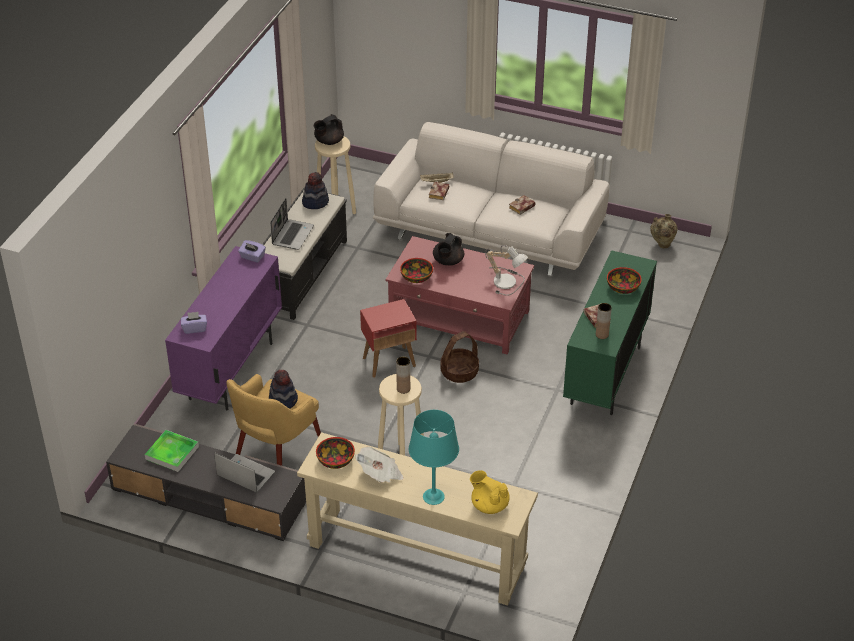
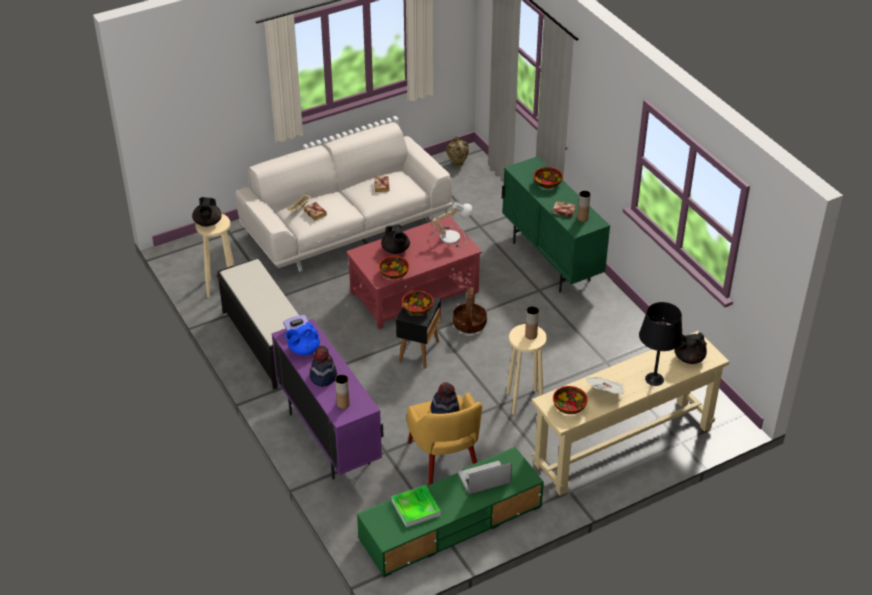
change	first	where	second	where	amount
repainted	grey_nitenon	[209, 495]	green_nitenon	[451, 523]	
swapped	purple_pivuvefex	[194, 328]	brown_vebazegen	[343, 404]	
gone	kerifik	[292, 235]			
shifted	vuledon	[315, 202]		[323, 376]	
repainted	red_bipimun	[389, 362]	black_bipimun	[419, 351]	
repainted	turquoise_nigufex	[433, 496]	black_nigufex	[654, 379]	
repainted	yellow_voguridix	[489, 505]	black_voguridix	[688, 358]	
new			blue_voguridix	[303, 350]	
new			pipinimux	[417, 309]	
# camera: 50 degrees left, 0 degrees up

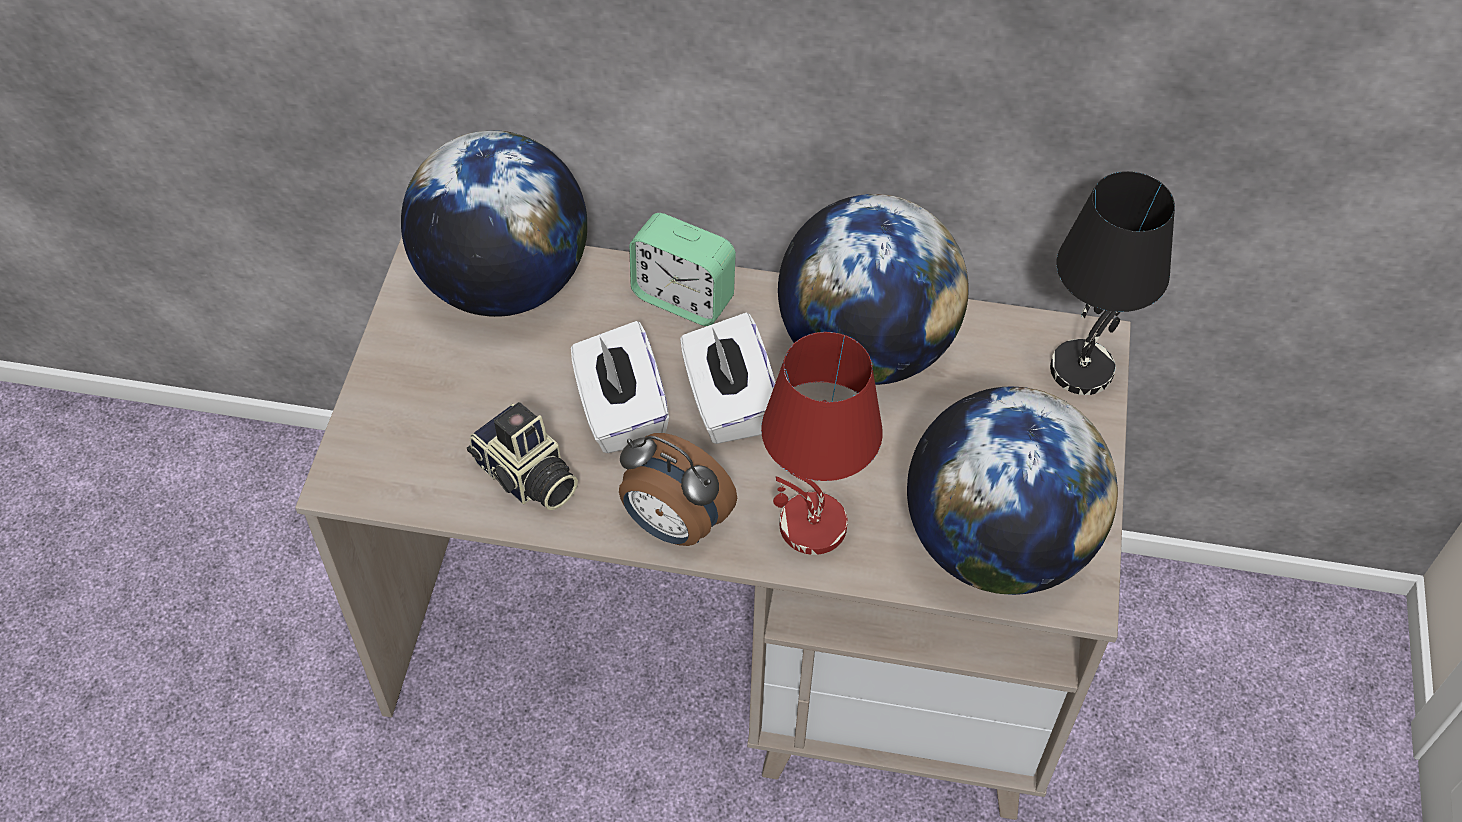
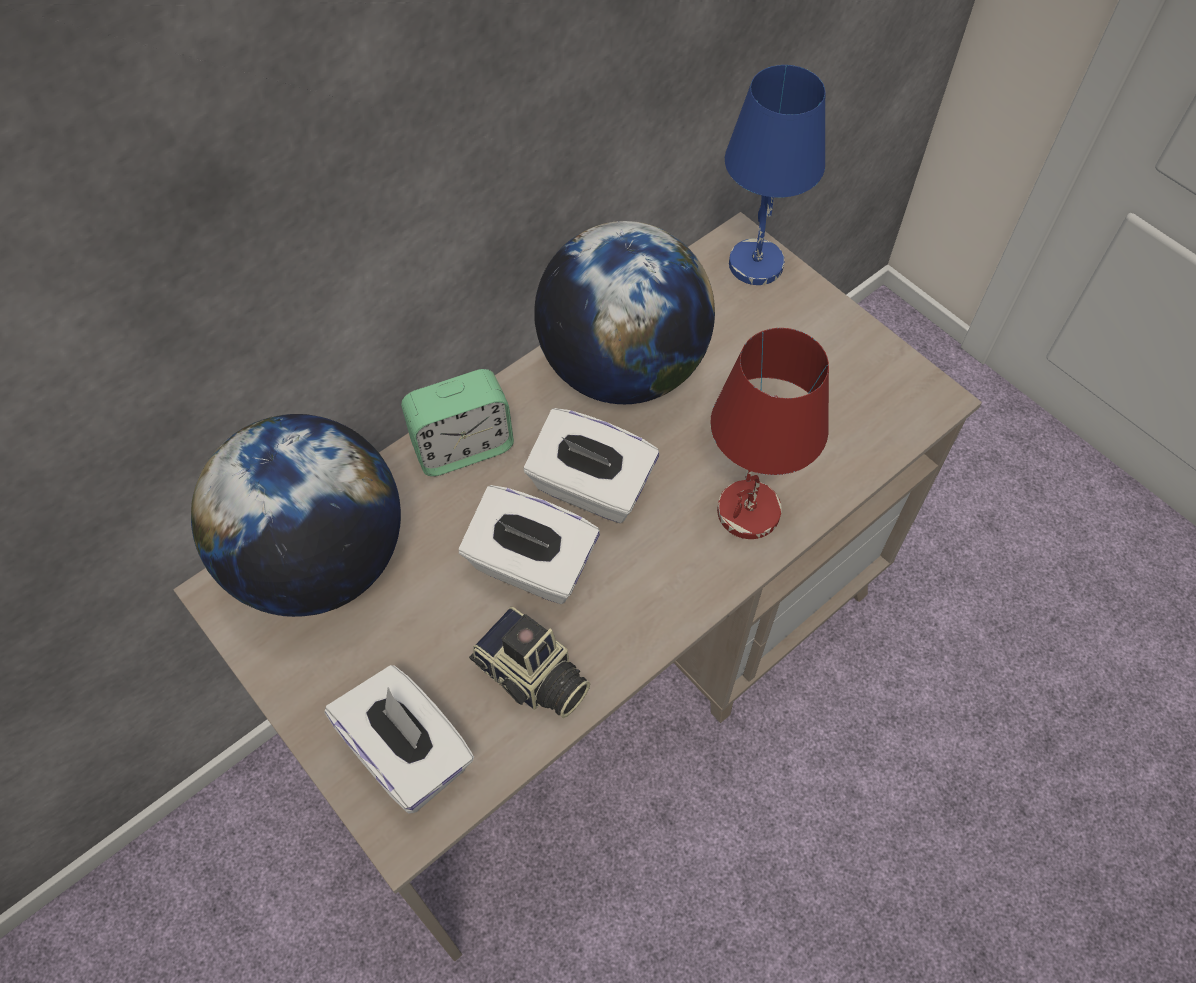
change	first	where	second	where	amount
rotated	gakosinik	[526, 478]		[532, 679]	45 degrees clockwise
gone	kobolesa	[673, 525]			
gone	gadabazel	[996, 544]			
repainted	black_nigufex	[1082, 367]	blue_nigufex	[754, 263]	
new			white_pivuvefex	[408, 752]	
# camera: 50 degrees left, 5 degrees up

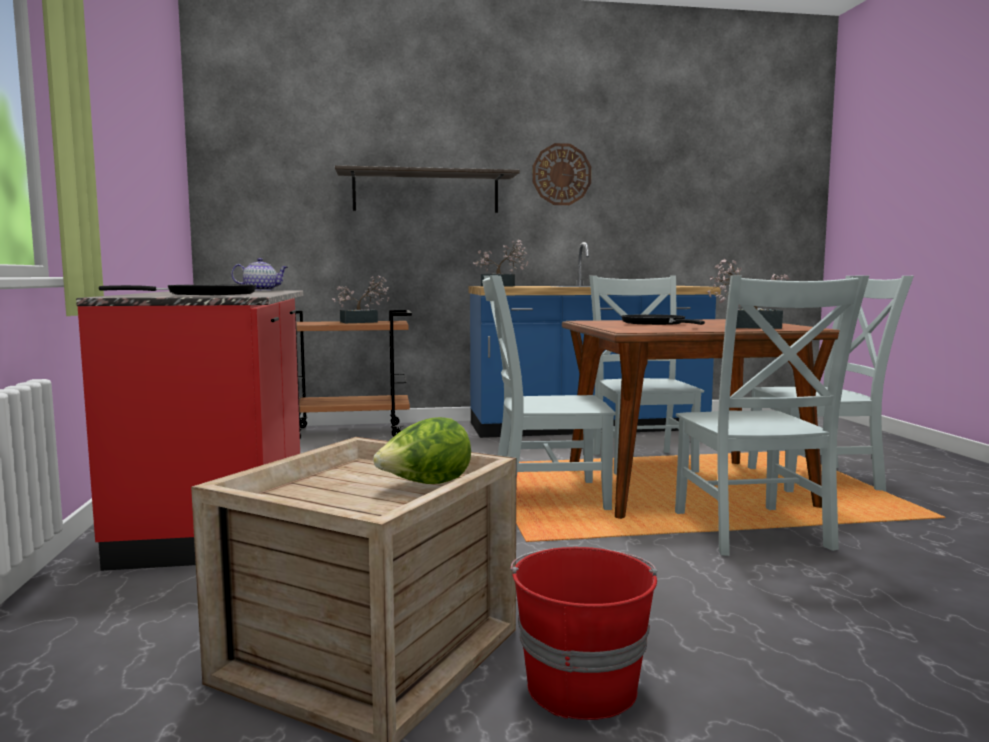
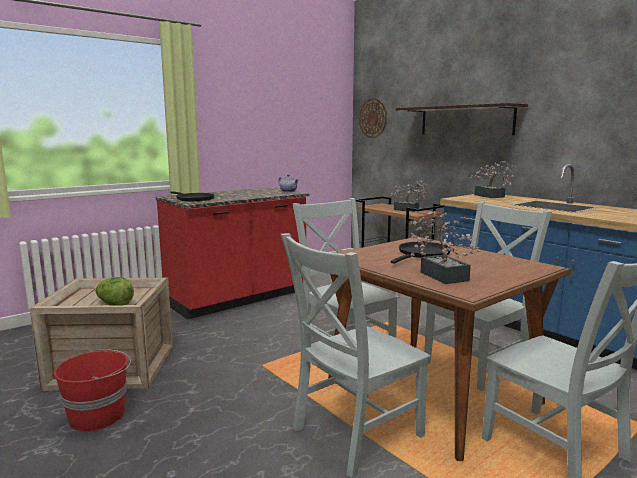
change	first	where	second	where	amount
shifted	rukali	[561, 174]		[373, 118]	
# camera: 60 degrees right, 5 degrees up

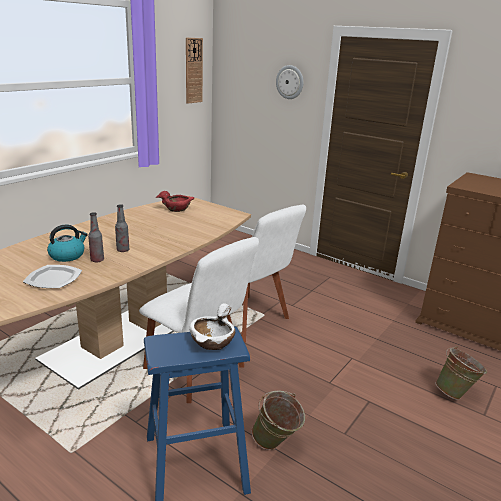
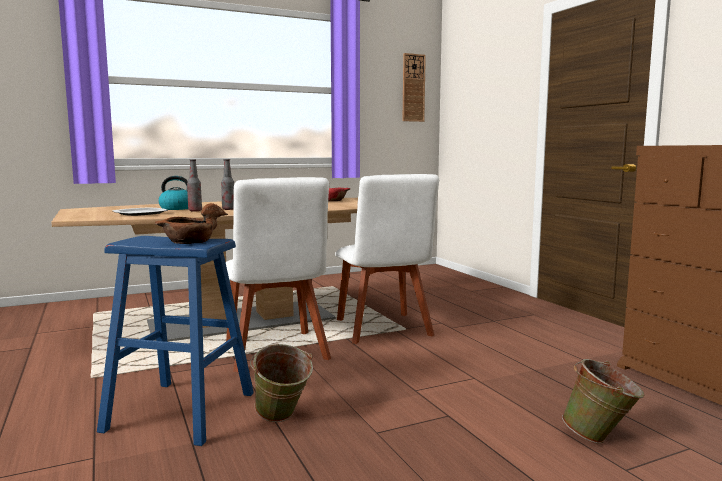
change	first	where	second	where	amount
repainted	white_pipinimux	[213, 342]	brown_pipinimux	[189, 241]	
gone	rukali	[290, 82]			
# camera: 30 degrees right, 15 degrees down

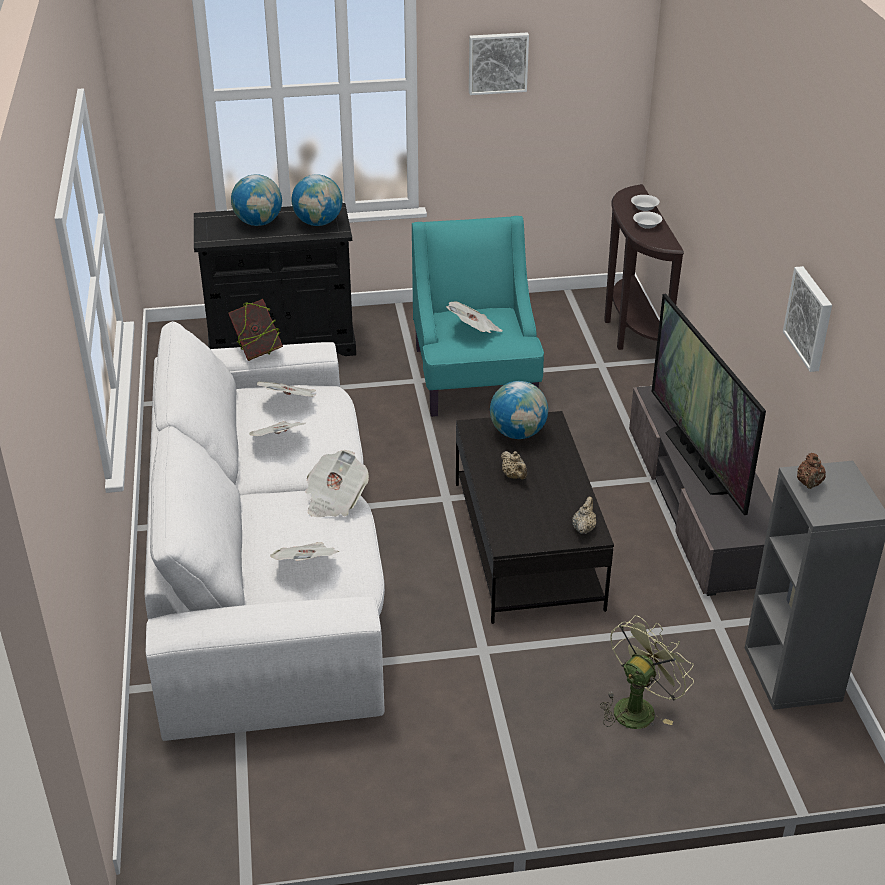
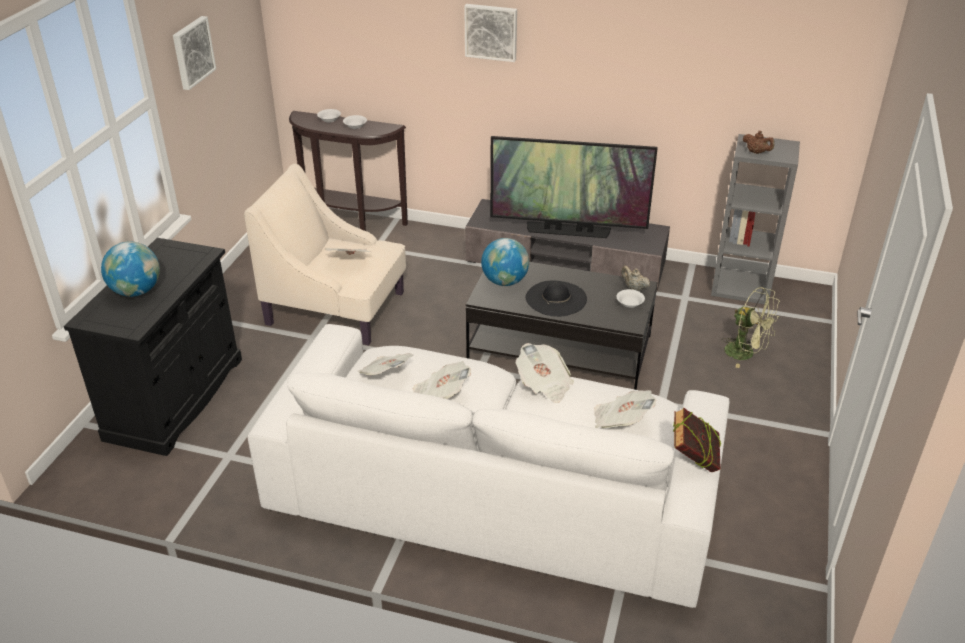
change	first	where	second	where	amount
shifted	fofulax	[257, 351]		[693, 461]	
gone	gadabazel	[318, 223]			
repainted	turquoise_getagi	[474, 378]	beige_getagi	[337, 308]	
swapped	beige_voguridix	[514, 476]	black_vuledon	[556, 298]	
rotated	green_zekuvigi	[638, 707]		[746, 353]	150 degrees clockwise
shifted	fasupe	[811, 318]		[491, 32]	
new			white_pipinimux	[630, 303]	
# camera: 65 degrees left, 0 degrees up

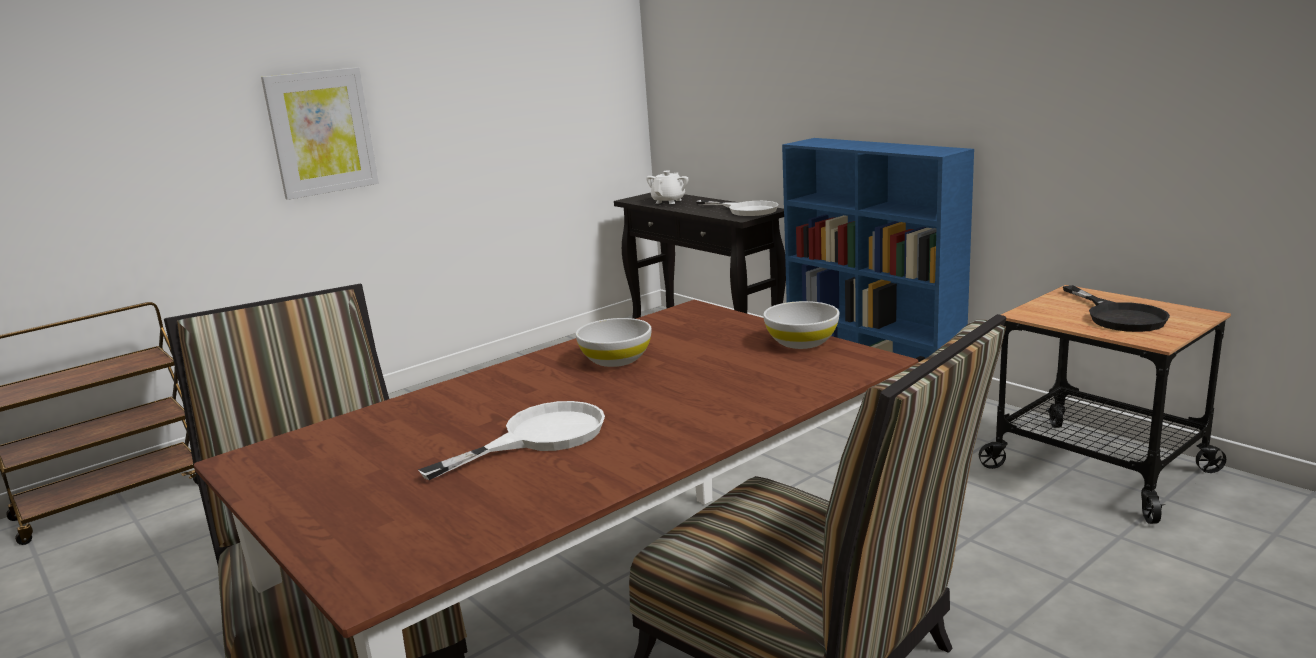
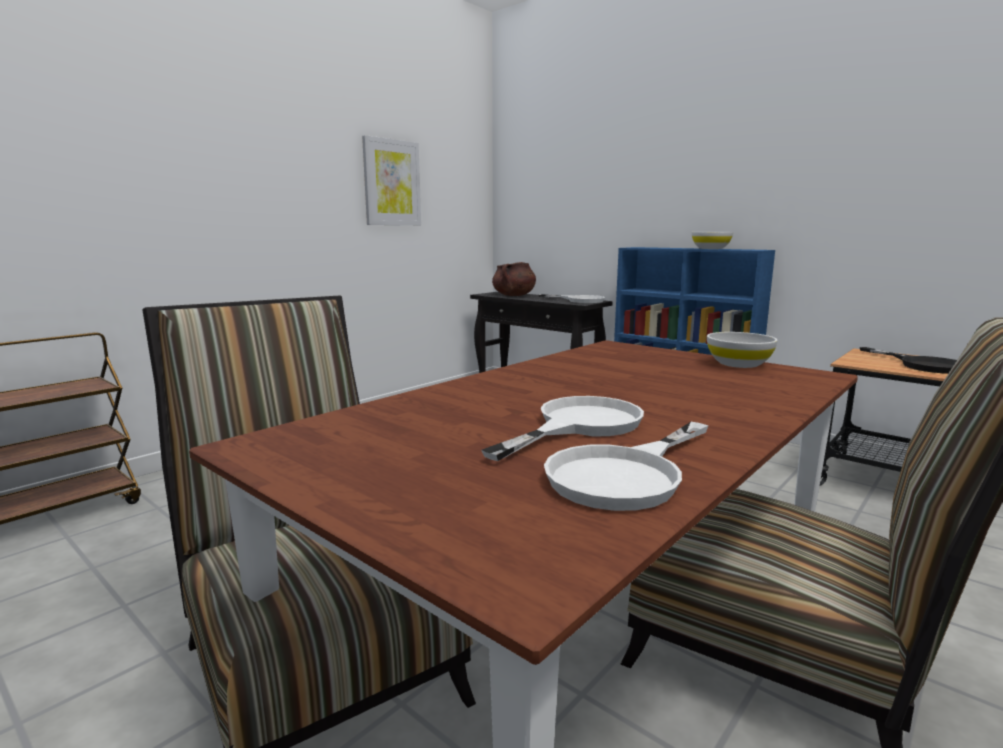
change	first	where	second	where	amount
shifted	fasupe	[321, 132]		[392, 183]	
shifted	white_pipinimux	[615, 360]		[710, 248]	
swapped	white_voguridix	[668, 201]	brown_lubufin	[514, 295]	
new			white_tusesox	[626, 474]	
# camera: 10 degrees left, 5 degrees down

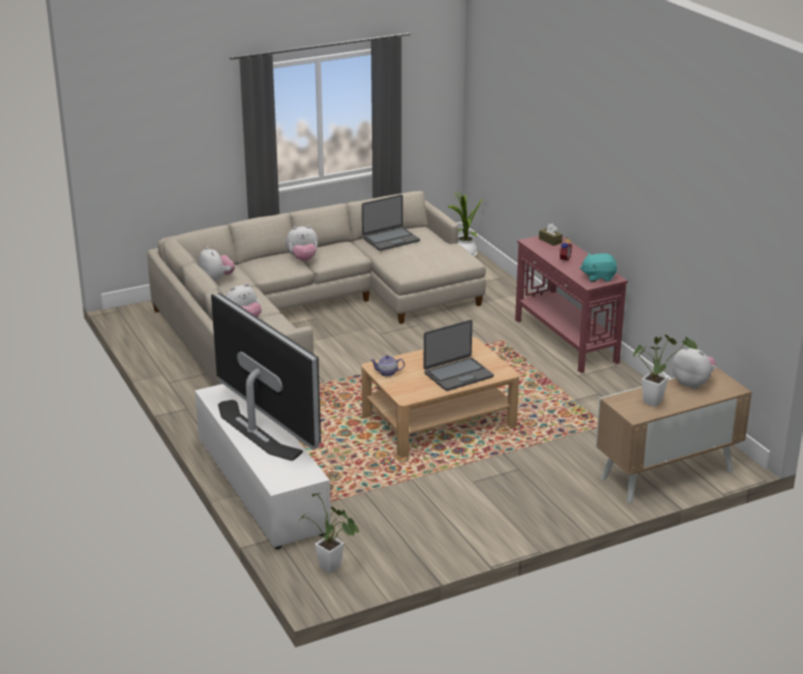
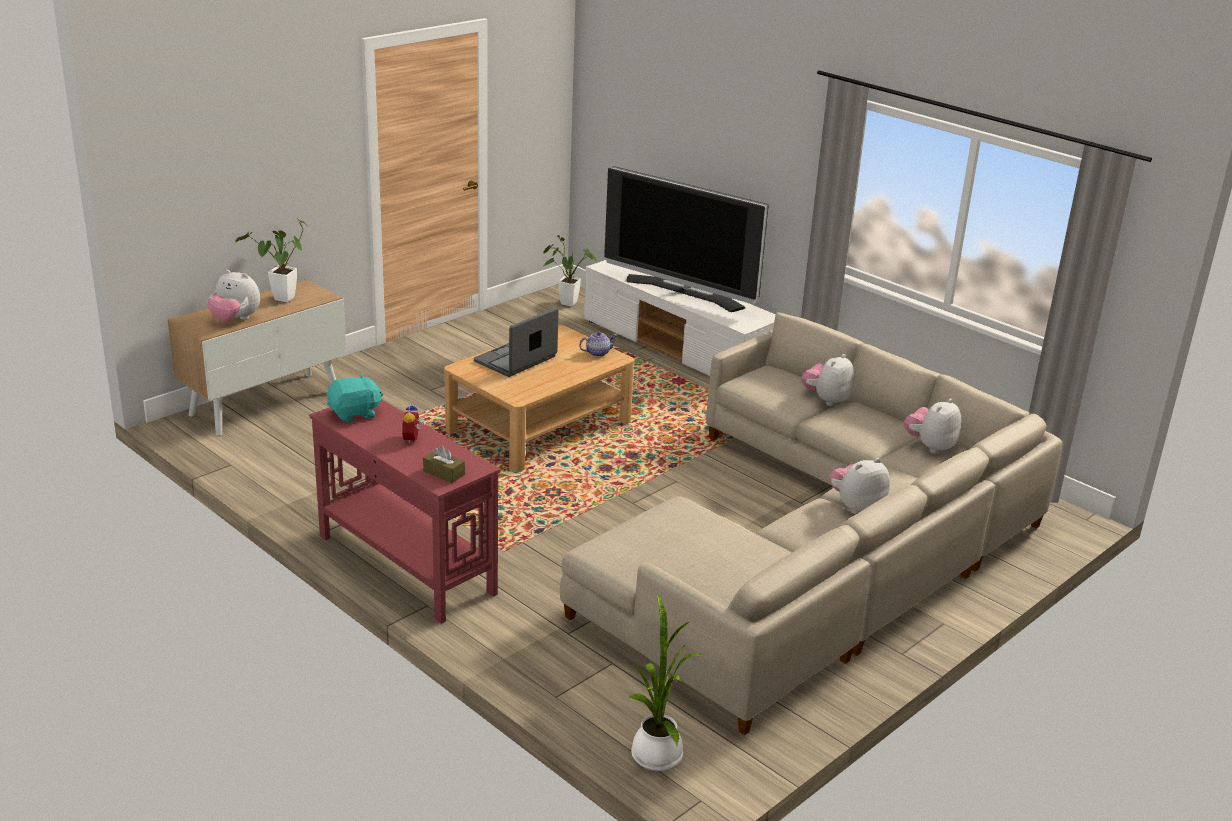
change	first	where	second	where	amount
rotated	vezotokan	[216, 280]		[930, 446]	90 degrees clockwise
gone	kerifik	[390, 239]			
# camera: 160 degrees right, 0 degrees up

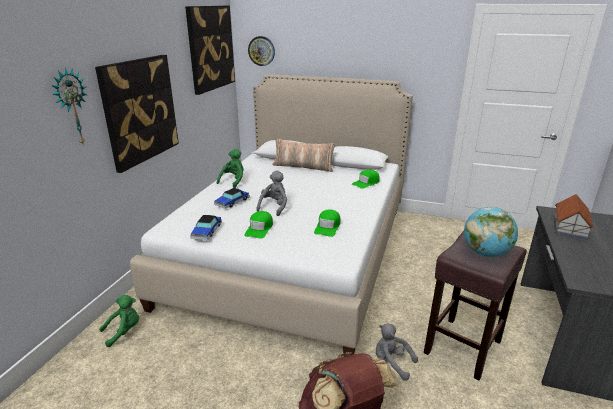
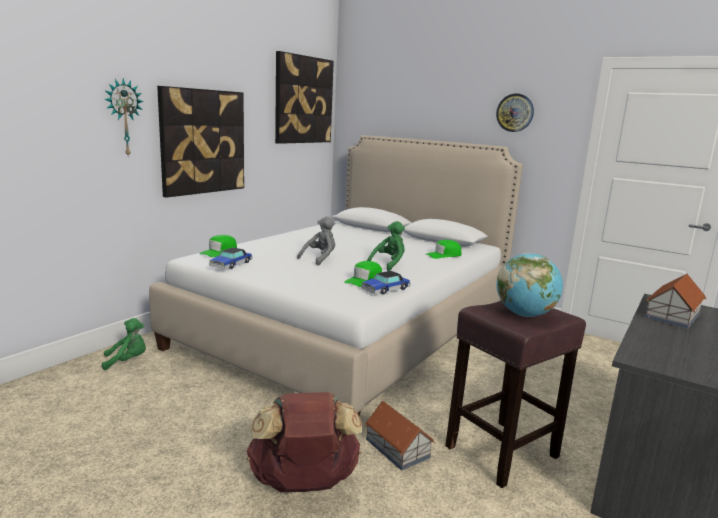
change	first	where	second	where	amount
shifted	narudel	[232, 202]		[385, 289]	
shifted	green_vezotokan	[233, 181]		[389, 264]	
shifted	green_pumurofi	[259, 229]		[219, 252]	
shifted	rukali	[261, 51]		[515, 112]	
gone	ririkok	[303, 167]			
swapped	grey_vezotokan	[391, 364]	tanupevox	[397, 447]	
# camera: 15 degrees right, 10 degrees down

